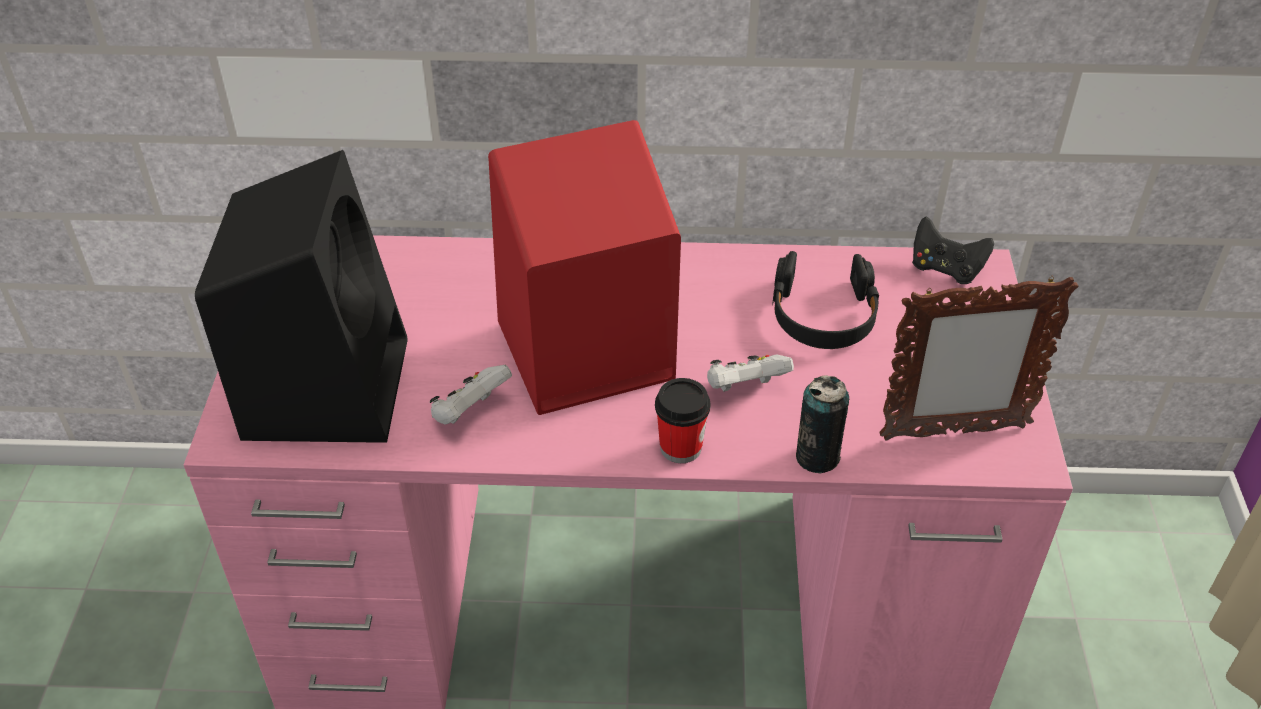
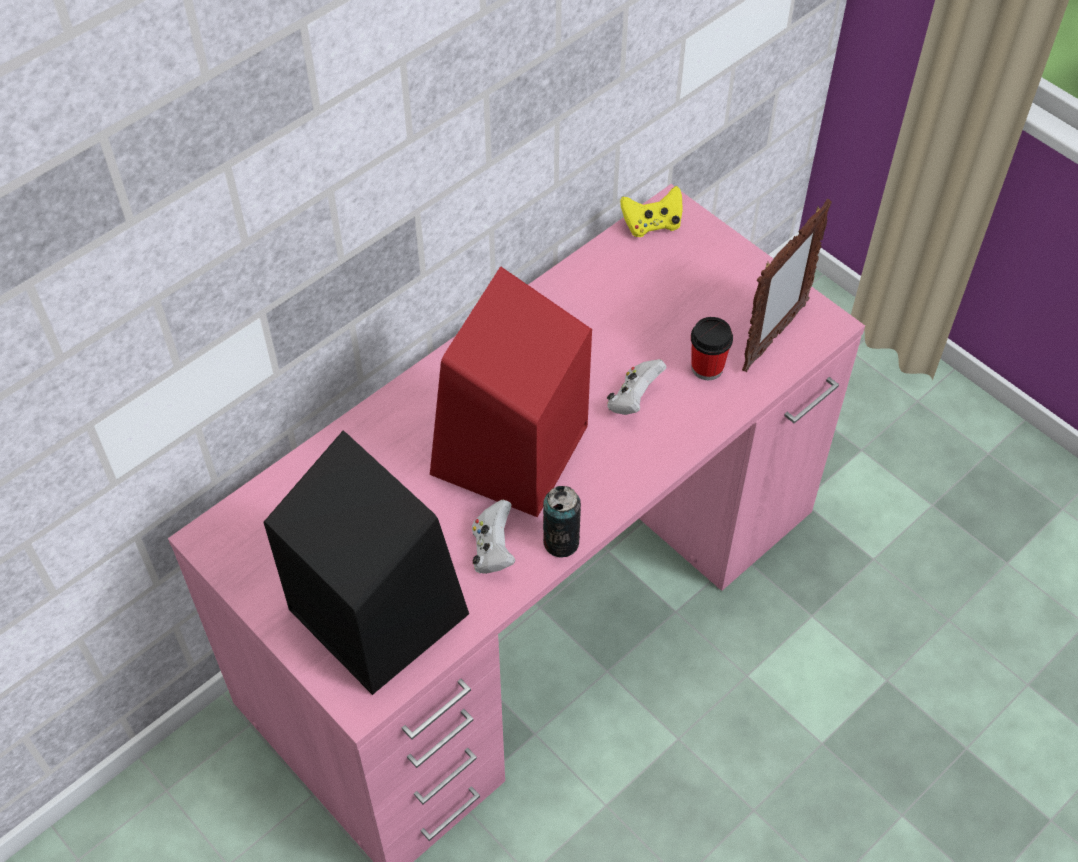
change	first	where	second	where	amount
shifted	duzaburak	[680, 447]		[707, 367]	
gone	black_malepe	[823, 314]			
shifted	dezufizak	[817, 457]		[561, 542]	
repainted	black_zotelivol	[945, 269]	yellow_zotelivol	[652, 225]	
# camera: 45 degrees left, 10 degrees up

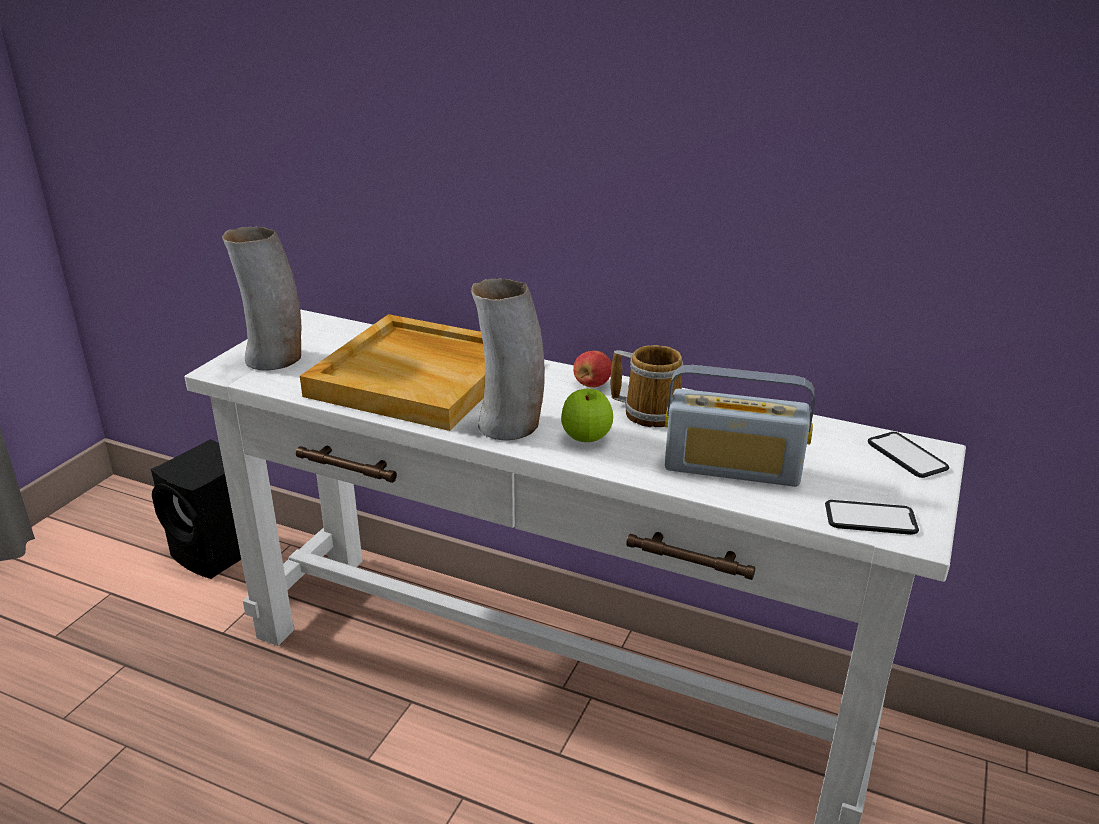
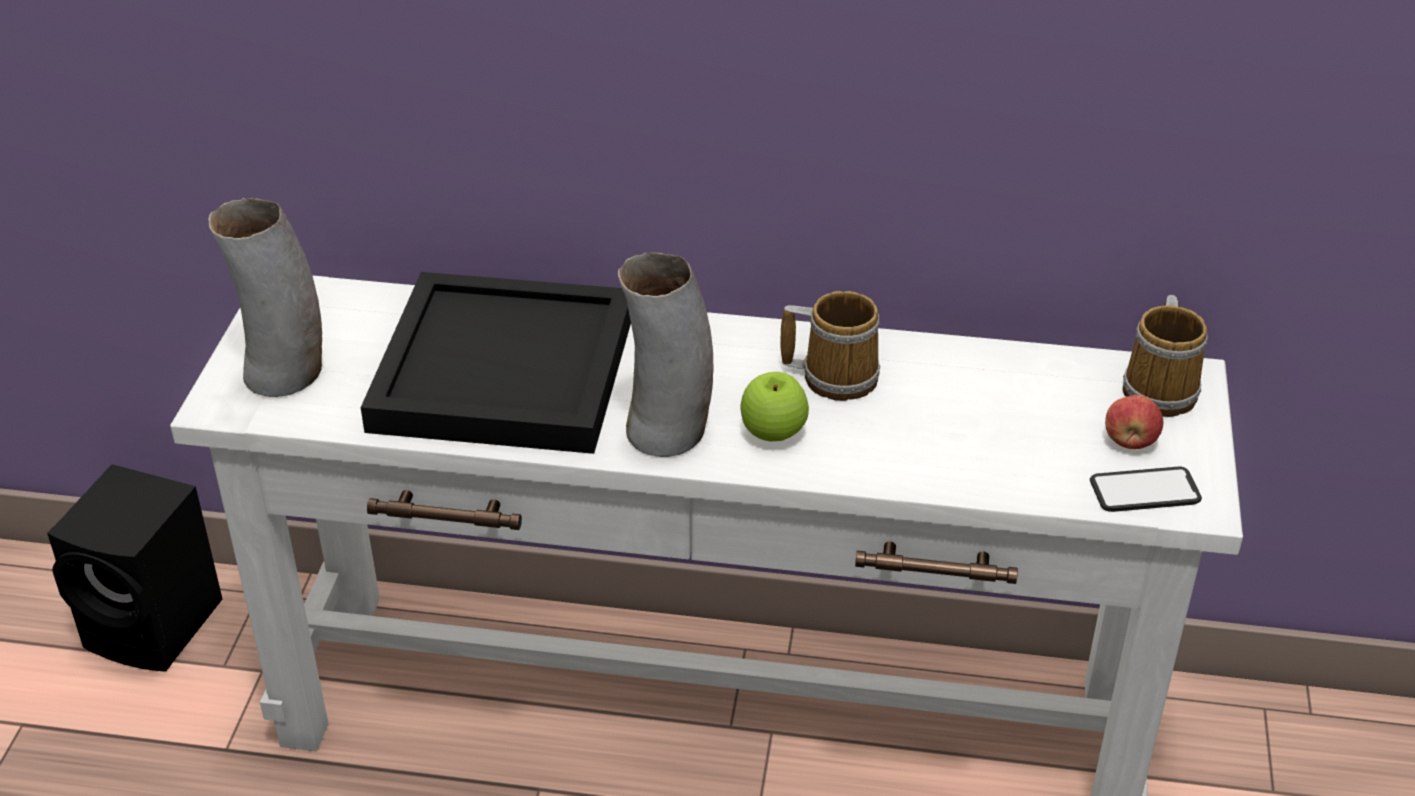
change	first	where	second	where	amount
repainted	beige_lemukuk	[419, 377]	black_lemukuk	[507, 369]	
shifted	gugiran	[592, 384]		[1130, 441]	
gone	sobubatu	[732, 468]			
swapped	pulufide	[906, 456]	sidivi	[1162, 389]	
# camera: 15 degrees left, 10 degrees up

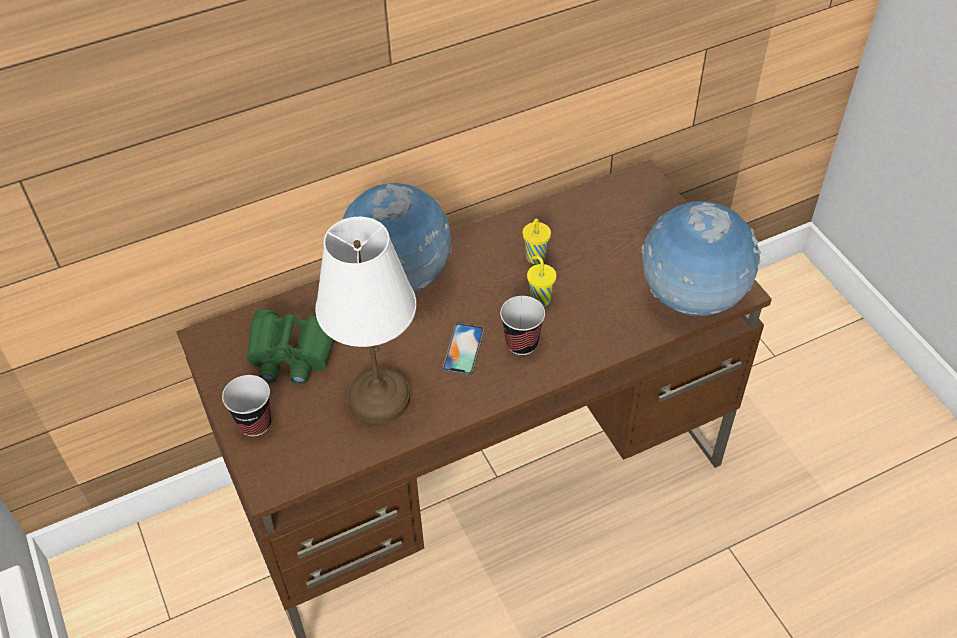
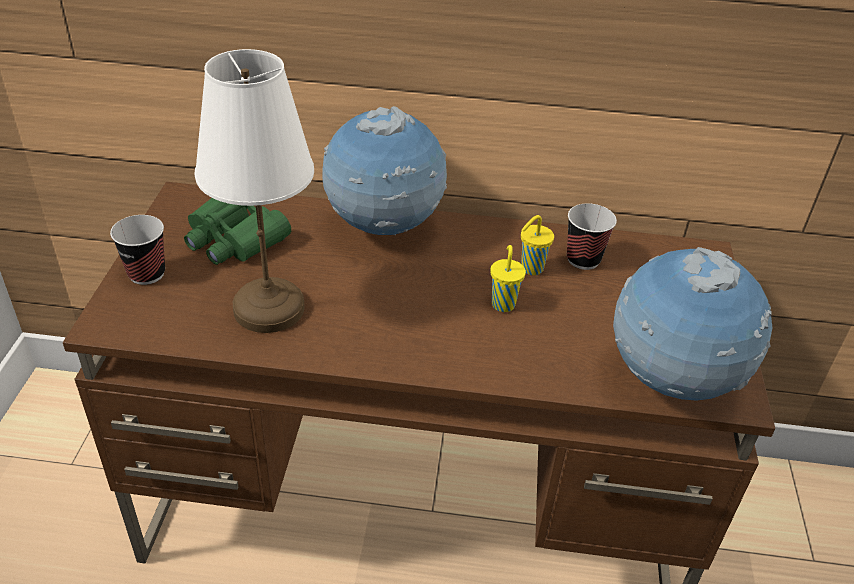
change	first	where	second	where	amount
gone	pulufide	[463, 349]			
shifted	duzaburak	[521, 343]		[583, 259]	
# camera: 30 degrees right, 10 degrees down

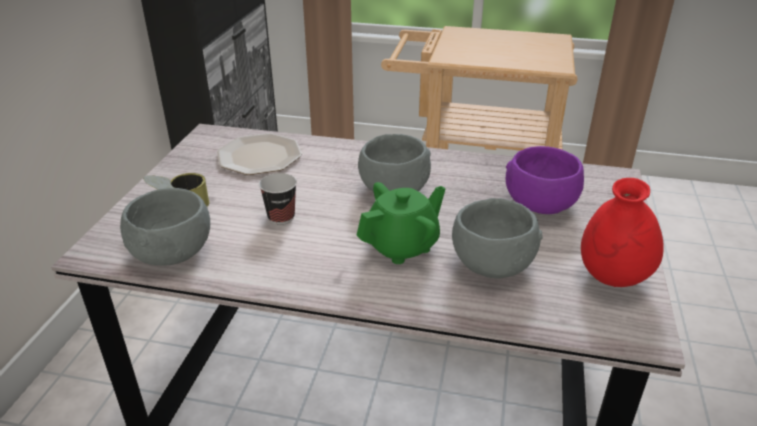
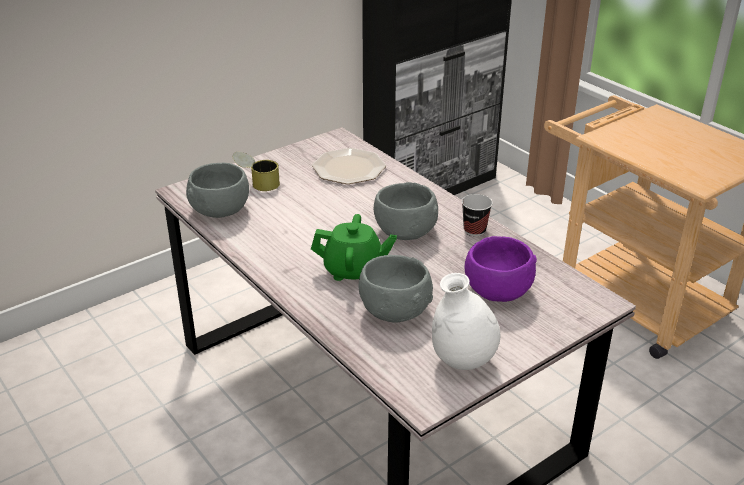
change	first	where	second	where	amount
shifted	duzaburak	[281, 217]		[474, 230]	
repainted	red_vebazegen	[612, 278]	white_vebazegen	[463, 361]	
# camera: 40 degrees right, 0 degrees up

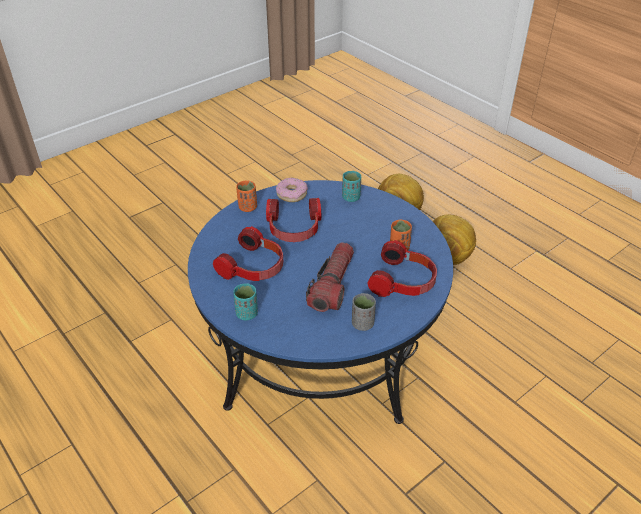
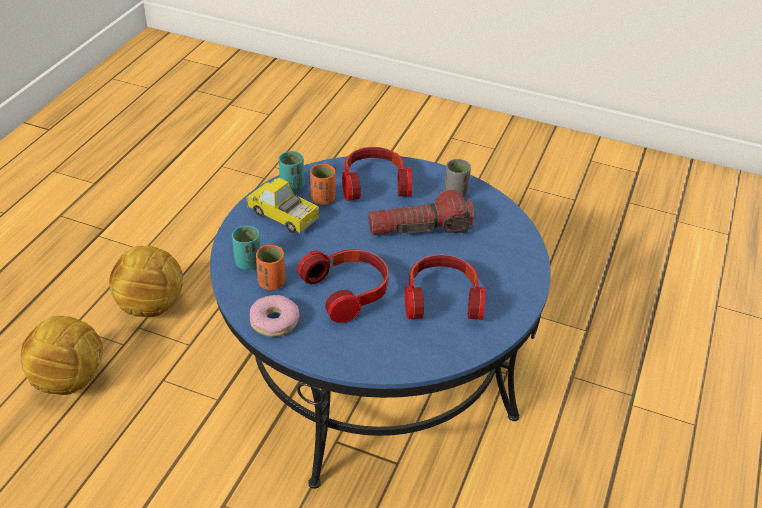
change	first	where	second	where	amount
shifted	turquoise_duzaburak	[247, 314]		[292, 186]	
shifted	orange_duzaburak	[247, 207]		[271, 283]	
new			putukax	[283, 216]	
# camera: 120 degrees left, 0 degrees up

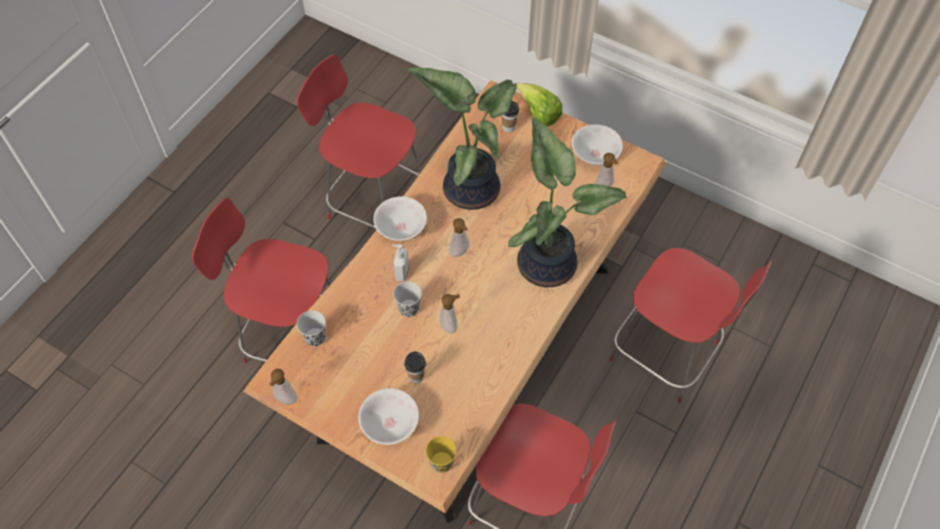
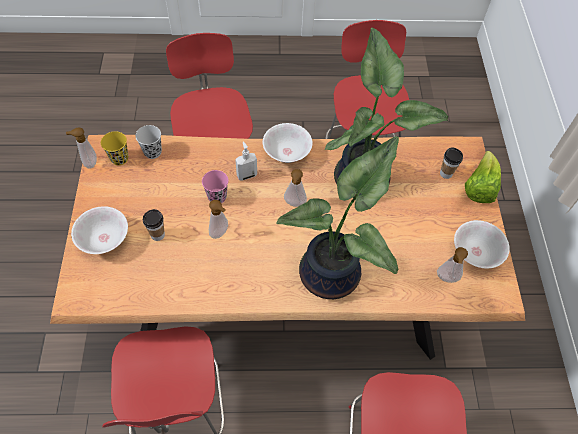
change	first	where	second	where	amount
repainted	black_duzaburak	[409, 308]	pink_duzaburak	[217, 197]	
shifted	yellow_duzaburak	[441, 463]		[119, 158]	
# camera: 55 degrees right, 0 degrees up

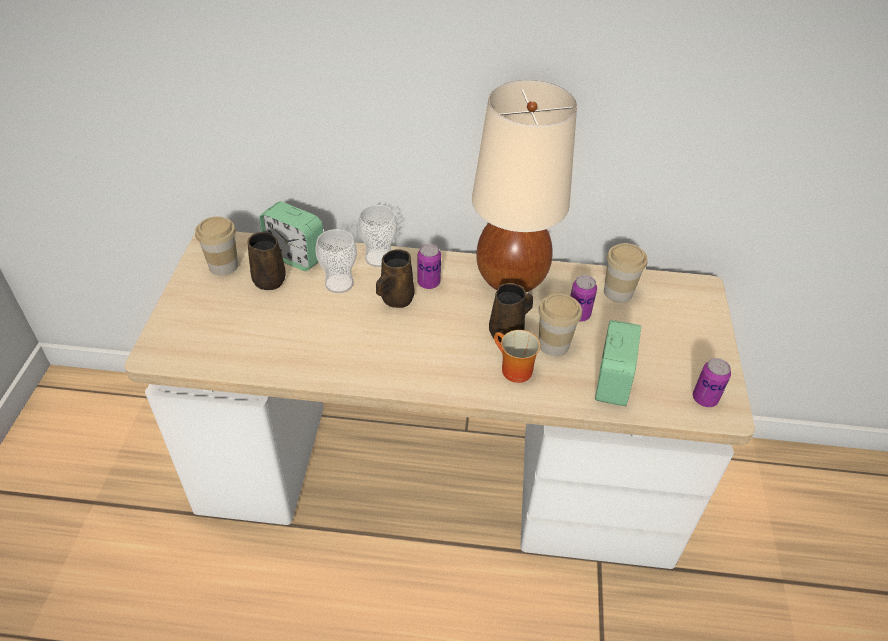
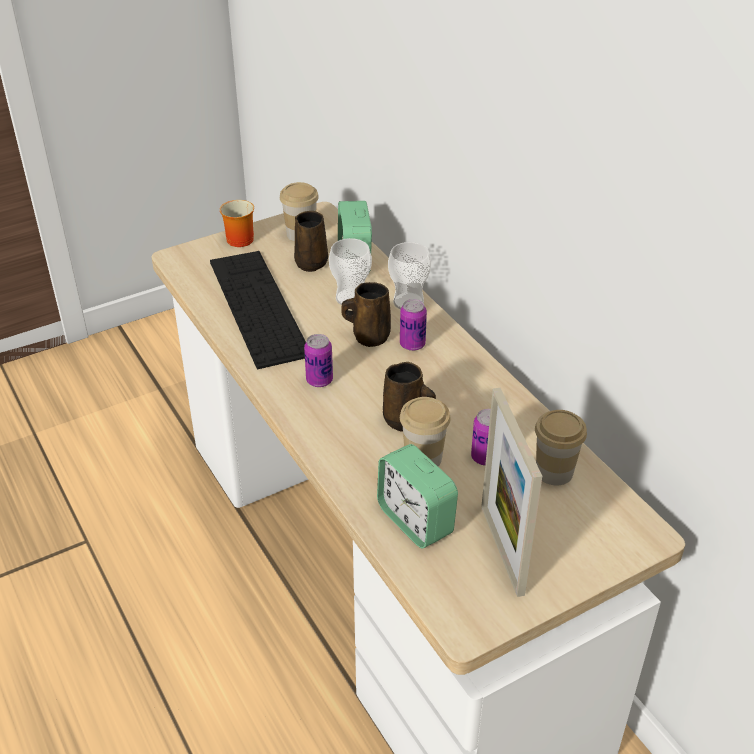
change	first	where	second	where	amount
gone	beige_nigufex	[512, 278]			
shifted	sidivi	[512, 370]		[239, 237]	
rotated	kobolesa	[612, 383]		[415, 521]	75 degrees clockwise
shifted	dezufizak	[705, 398]		[319, 380]	
new			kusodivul	[258, 307]	
new			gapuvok	[502, 549]	
# camera: 55 degrees right, 5 degrees down

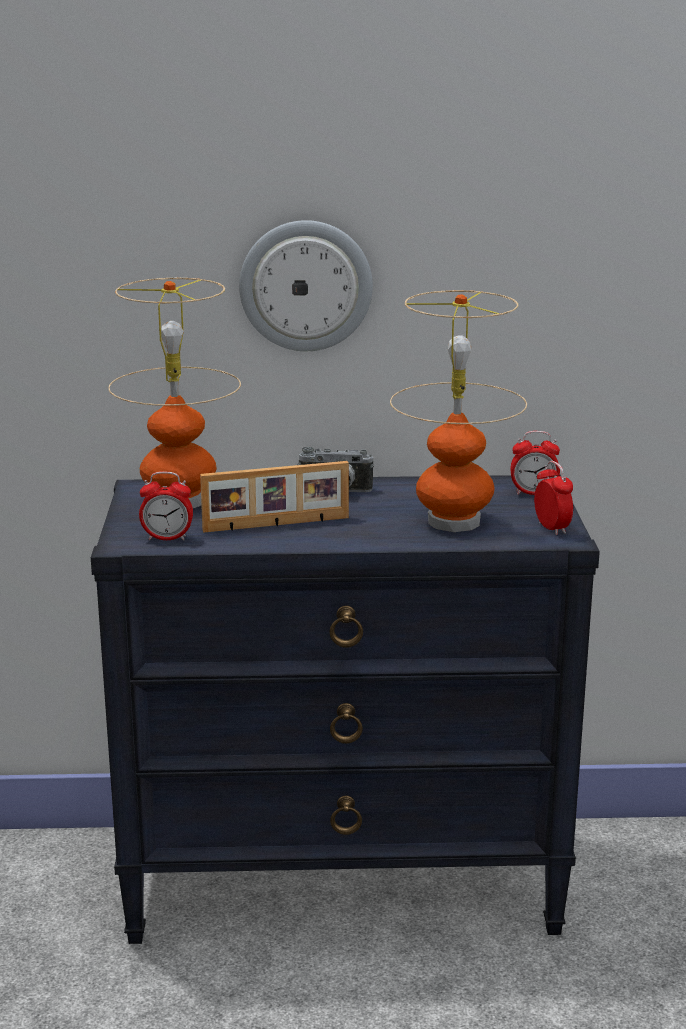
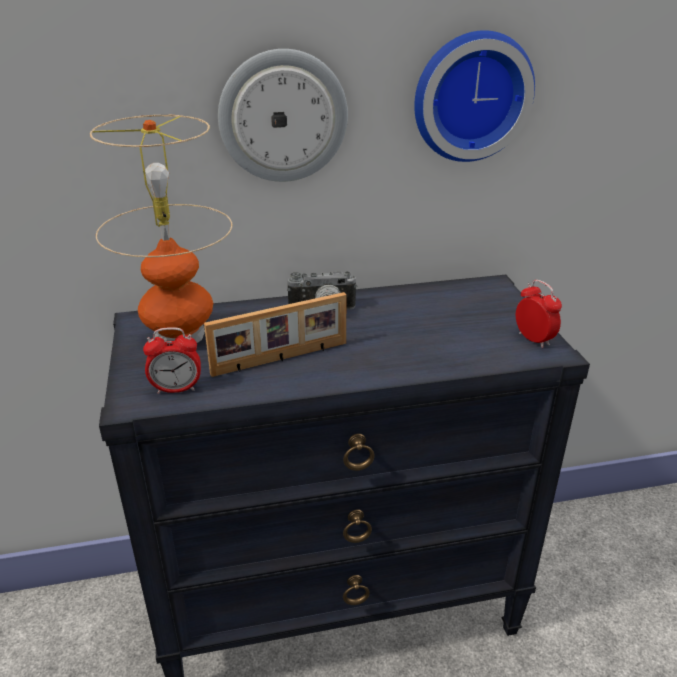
change	first	where	second	where	amount
gone	nigufex	[454, 522]			
gone	kobolesa	[533, 493]			
new			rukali	[470, 96]	
# camera: 10 degrees left, 10 degrees up

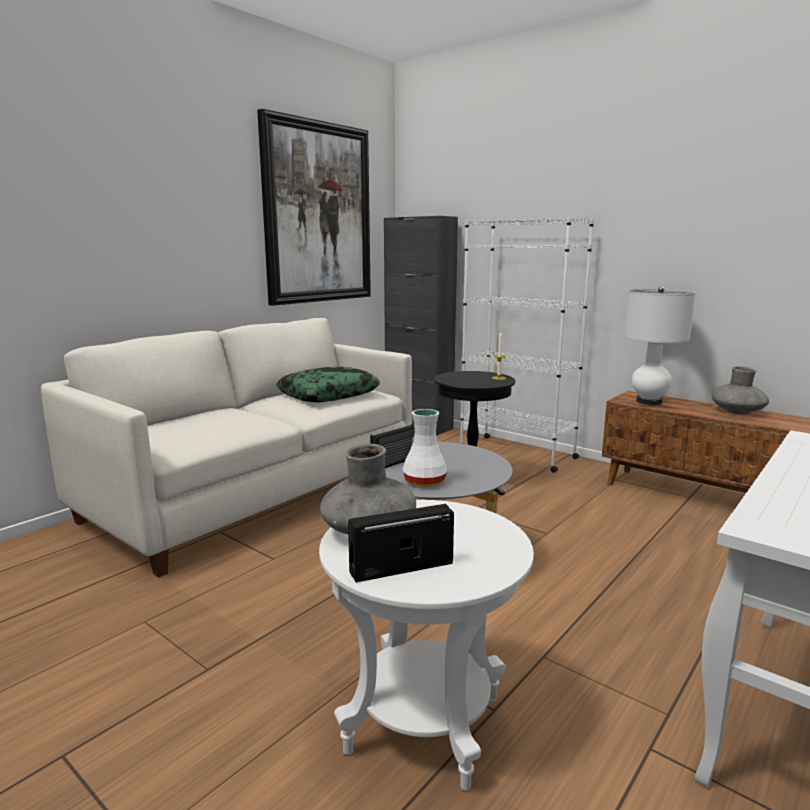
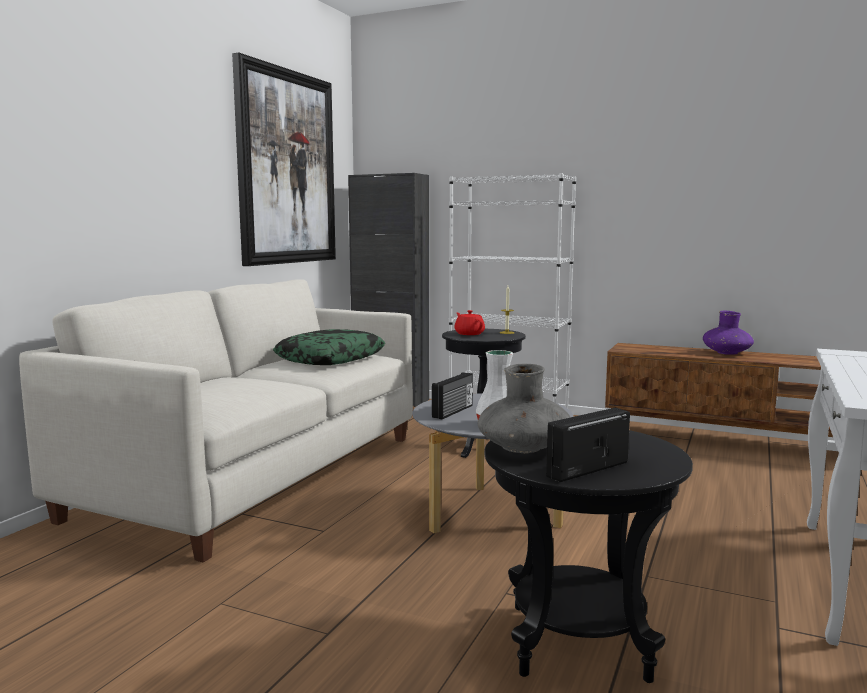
change	first	where	second	where	amount
repainted	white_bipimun	[424, 724]	black_bipimun	[578, 642]	
gone	white_nigufex	[649, 402]			
repainted	grey_vebazegen	[737, 411]	purple_vebazegen	[726, 353]	
new			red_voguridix	[469, 333]	
# camera: 15 degrees left, 5 degrees down

